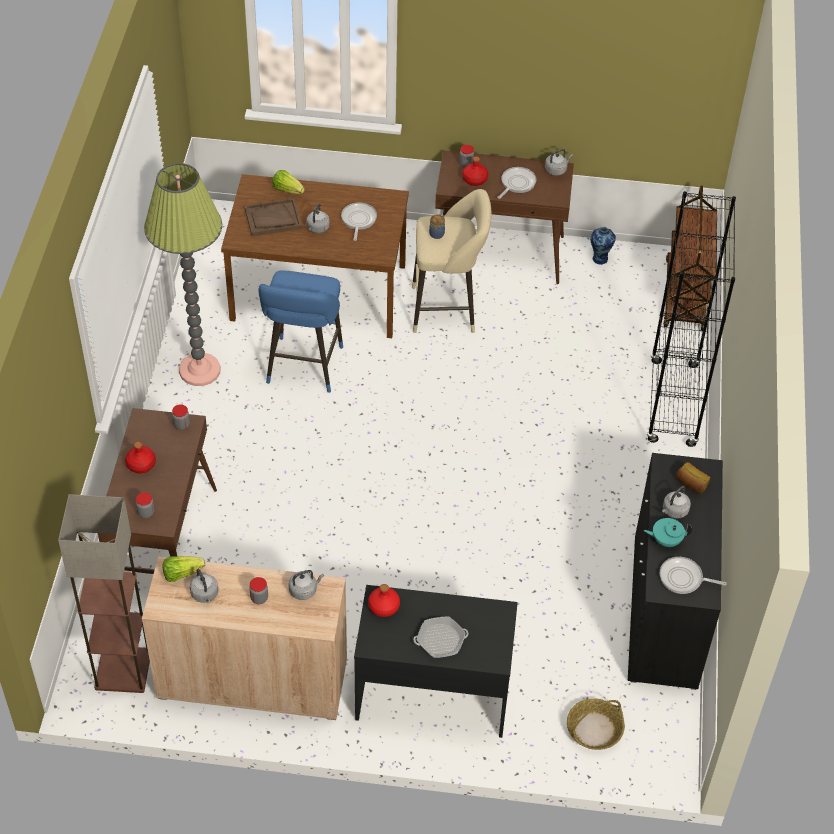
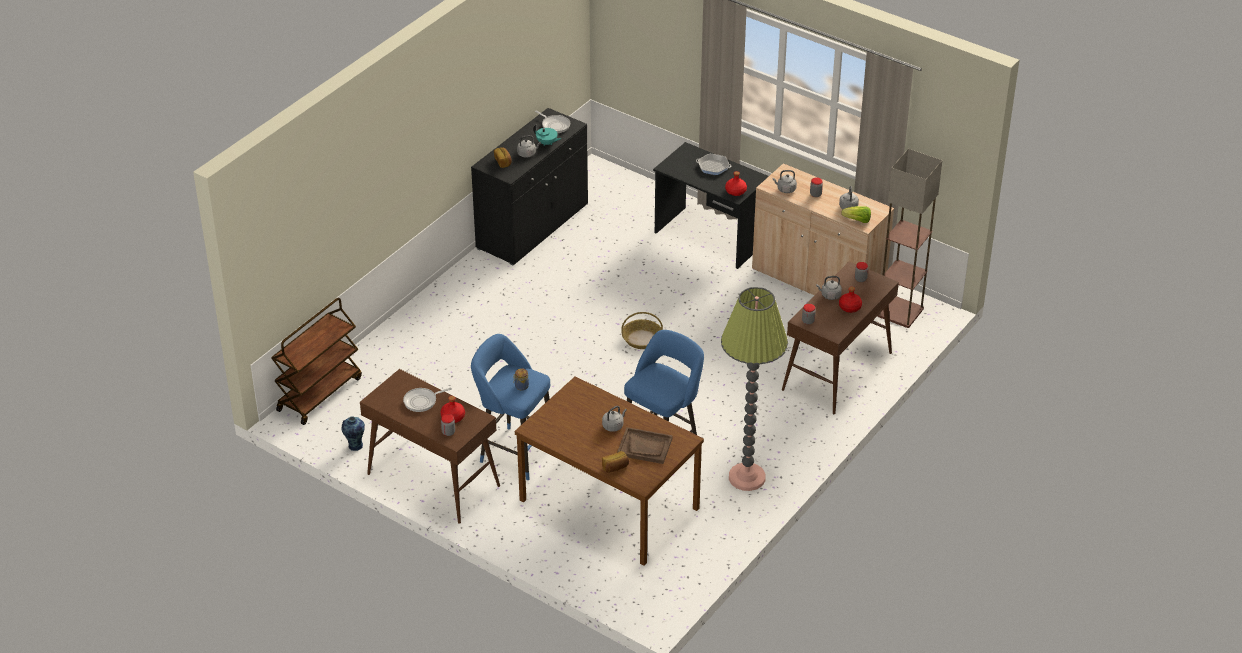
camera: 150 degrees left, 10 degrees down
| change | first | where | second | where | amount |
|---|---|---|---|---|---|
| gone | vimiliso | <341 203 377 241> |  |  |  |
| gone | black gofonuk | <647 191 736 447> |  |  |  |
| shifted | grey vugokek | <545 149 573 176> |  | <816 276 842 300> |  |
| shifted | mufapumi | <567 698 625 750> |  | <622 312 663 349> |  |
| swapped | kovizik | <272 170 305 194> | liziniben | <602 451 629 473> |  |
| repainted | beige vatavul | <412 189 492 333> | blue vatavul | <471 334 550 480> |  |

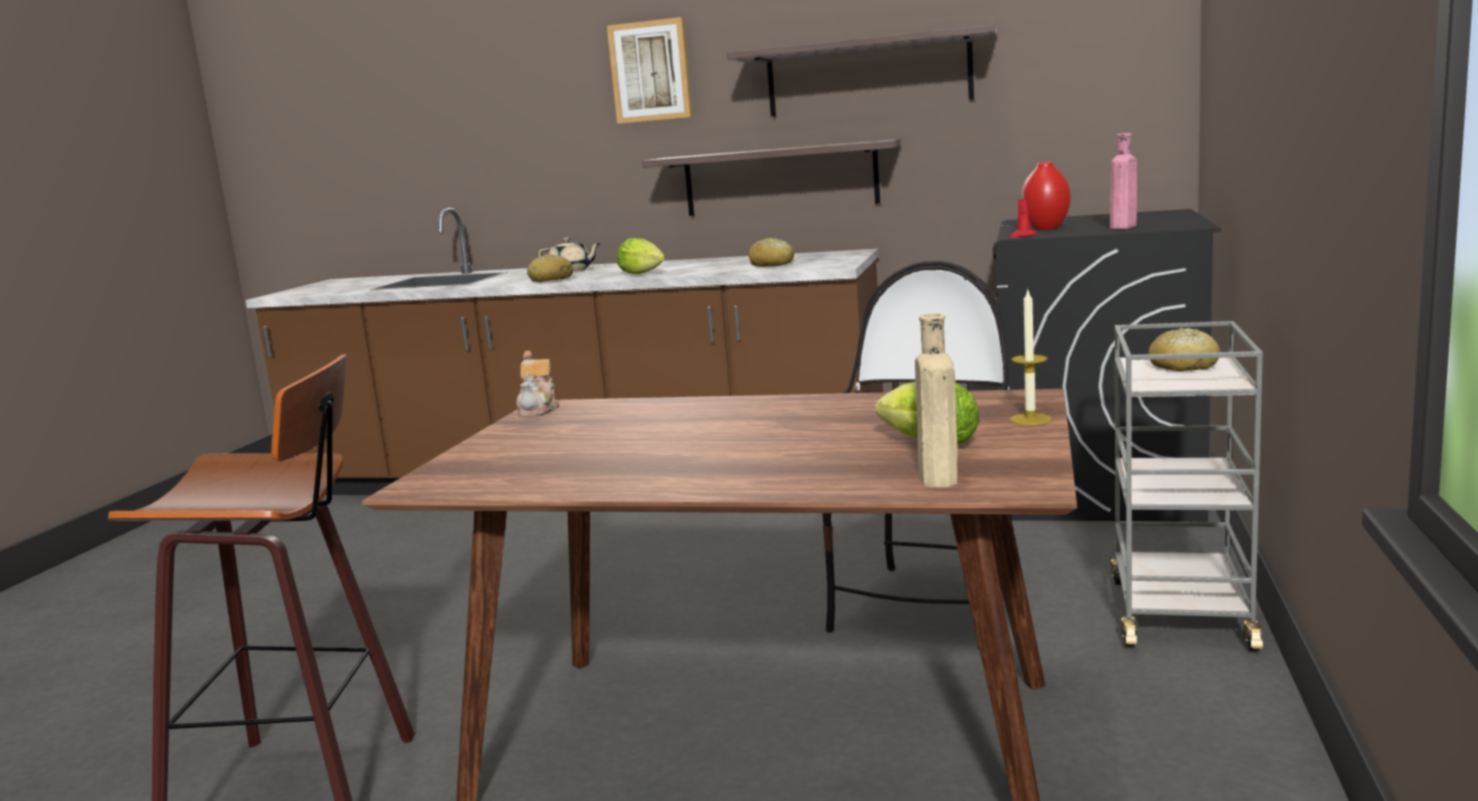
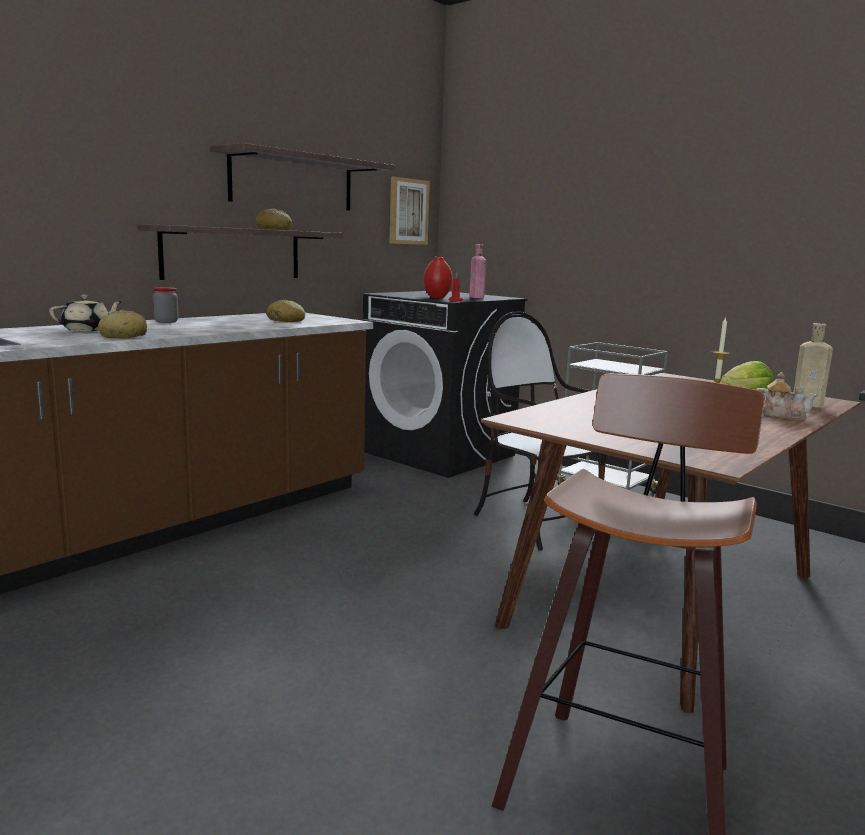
camera: 65 degrees left, 0 degrees up
| change | first | where | second | where | amount |
|---|---|---|---|---|---|
| gone | kovizik | <617 238 664 274> |  |  |  |
| new |  |  | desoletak | <153 287 178 323> |  |
| shifted | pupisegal | <516 350 560 417> |  | <756 372 817 420> |  |
| shifted | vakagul | <607 17 692 124> |  | <390 177 430 245> |  |
| shifted | liziniben | <1148 328 1220 371> |  | <256 208 292 230> |  |

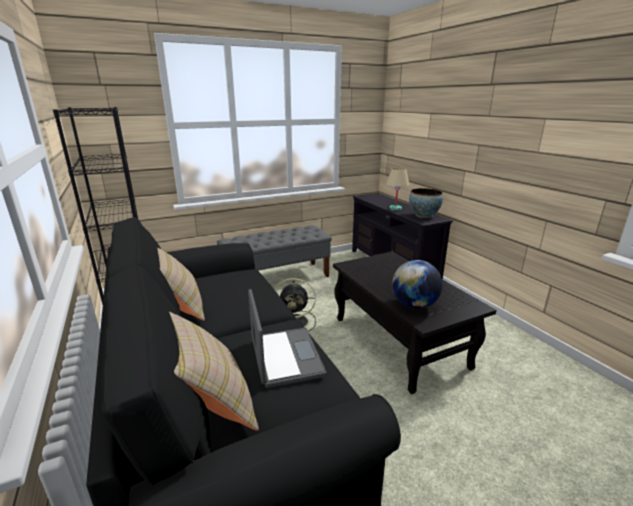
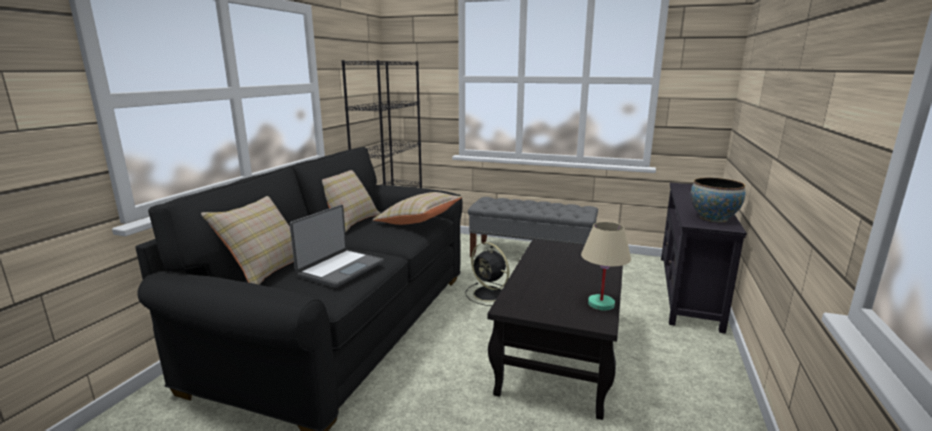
camera: 45 degrees right, 5 degrees down
| change | first | where | second | where | amount |
|---|---|---|---|---|---|
| gone | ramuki | <392 260 443 309> |  |  |  |
| new |  |  | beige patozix | <373 192 462 225> |  |
| shifted | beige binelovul | <386 167 410 211> |  | <581 222 631 311> |  |

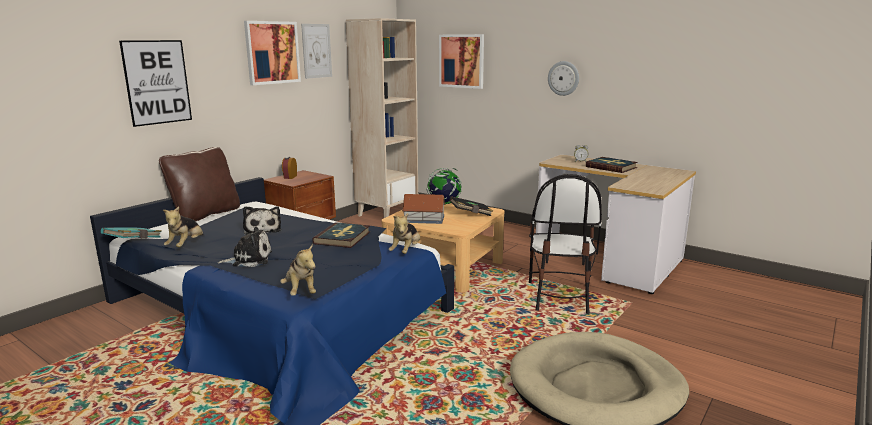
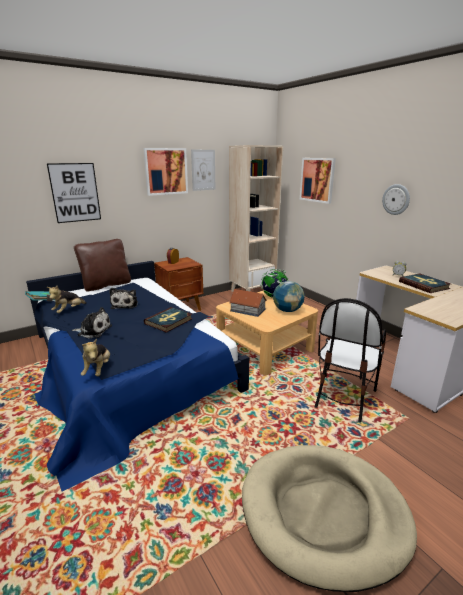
camera: 20 degrees right, 5 degrees up
| change | first | where | second | where | amount |
|---|---|---|---|---|---|
| gone | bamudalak | <389 213 420 254> |  |  |  |
| swapped | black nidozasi | <449 196 493 216> | ramuki | <273 281 304 312> |  |

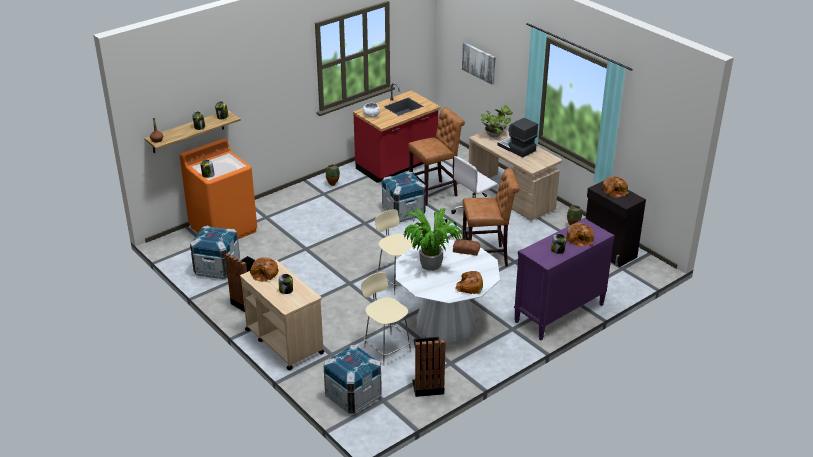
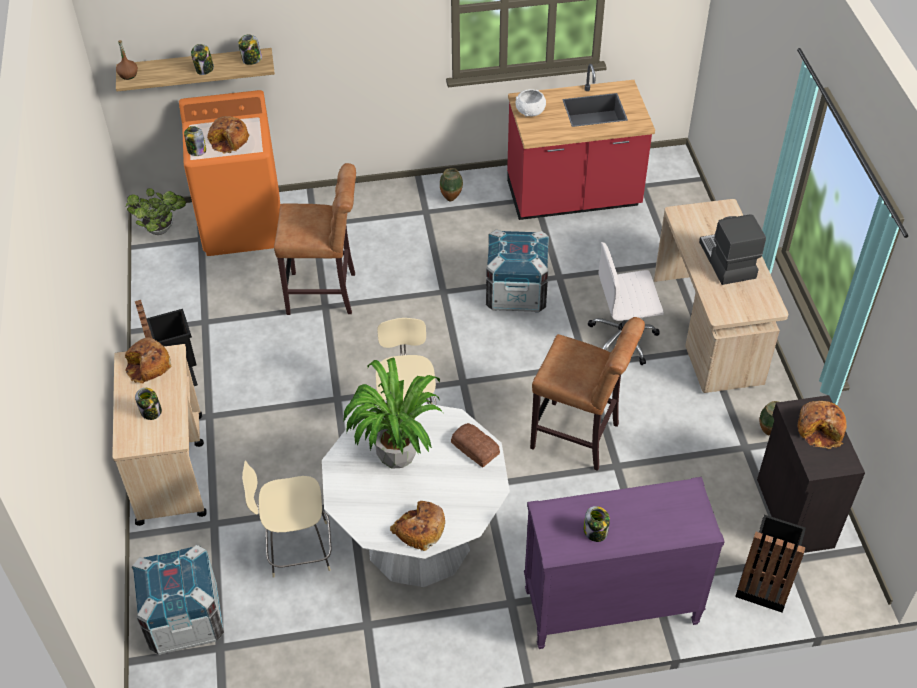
camera: 30 degrees right, 15 degrees up
| change | first | where | second | where | amount |
|---|---|---|---|---|---|
| gone | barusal | <190 226 240 279> |  |  |  |
| gone | vakagul | <462 43 496 85> |  |  |  |
| shifted | brown vatavul | <408 107 465 206> |  | <274 163 356 315> |  |
| shifted | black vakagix | <412 337 446 397> |  | <735 515 806 612> |  |
| shifted | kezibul | <481 105 513 137> |  | <126 188 186 235> |  |
| shifted | liziniben | <567 223 594 247> |  | <207 116 249 154> |  |
| rotated | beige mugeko | <361 272 411 365> |  | <242 461 332 578> | 90 degrees counterclockwise |

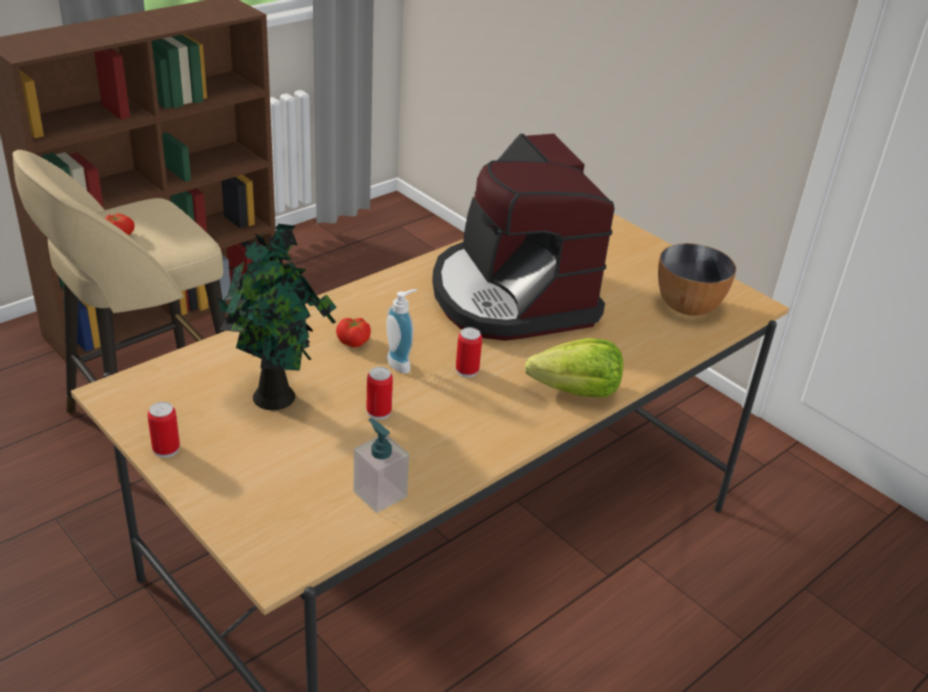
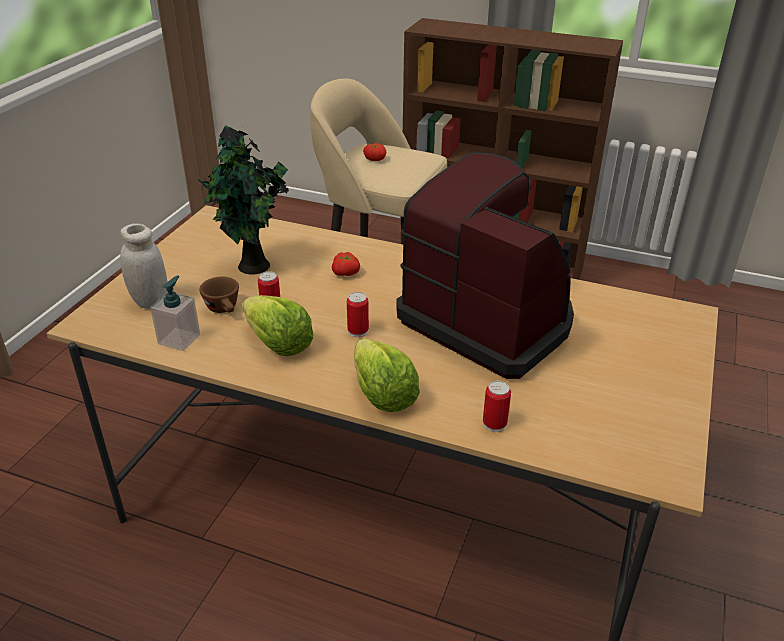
camera: 65 degrees right, 0 degrees up
| change | first | where | second | where | amount |
|---|---|---|---|---|---|
| gone | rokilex | <386 289 417 374> |  |  |  |
| gone | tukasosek | <658 243 736 316> |  |  |  |
| new |  |  | white desoletak | <120 223 167 309> |  |
| new |  |  | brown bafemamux | <200 277 239 313> |  |
| new |  |  | kovizik | <242 295 314 356> |  |
| shifted | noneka | <147 402 180 458> |  | <483 381 511 432> |  |
| rotated | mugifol | <432 134 615 341> |  | <396 152 574 379> | 90 degrees clockwise |

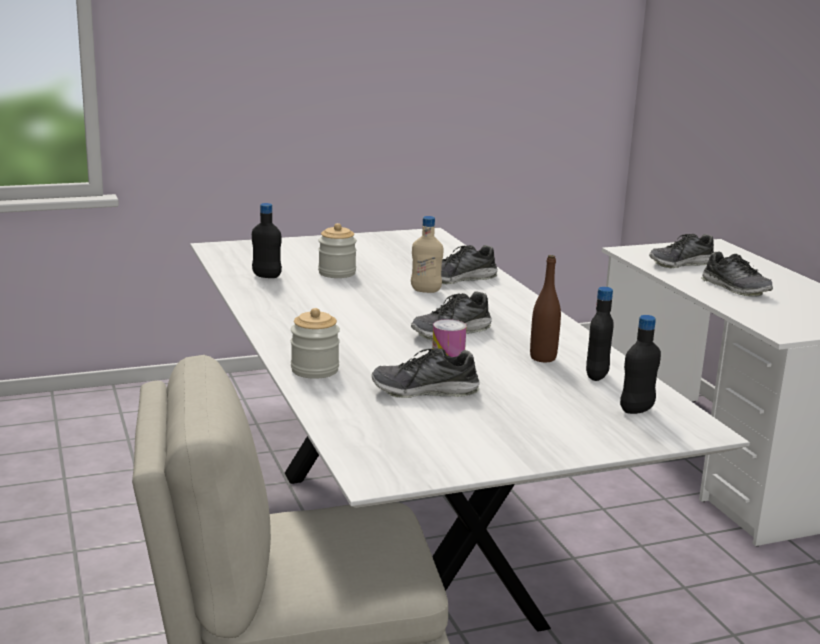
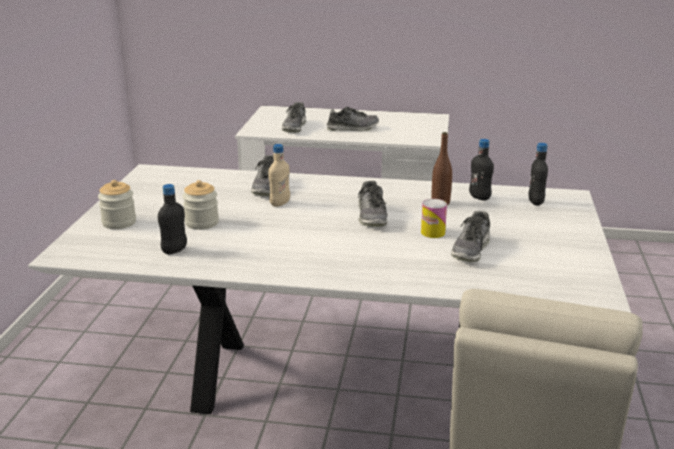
camera: 60 degrees left, 5 degrees up
| change | first | where | second | where | amount |
|---|---|---|---|---|---|
| shifted | desoletak | <291 308 340 379> |  | <98 180 136 229> |  |

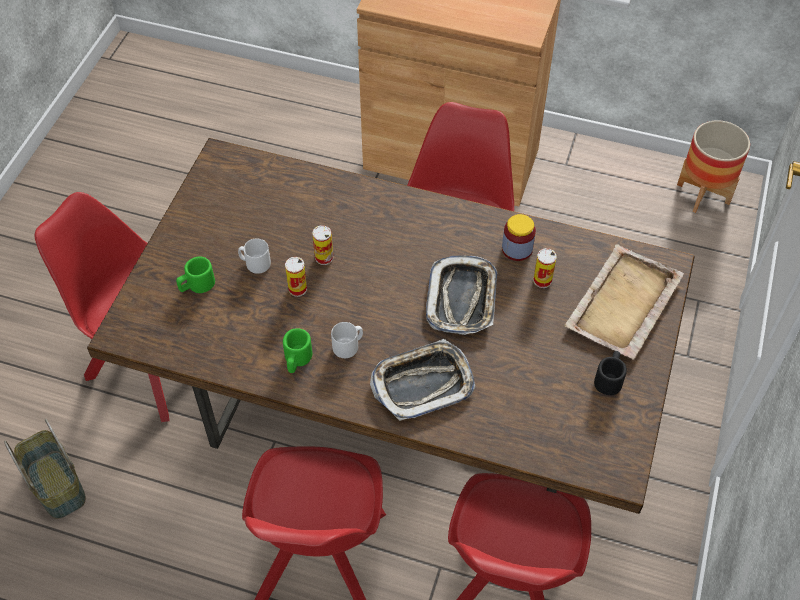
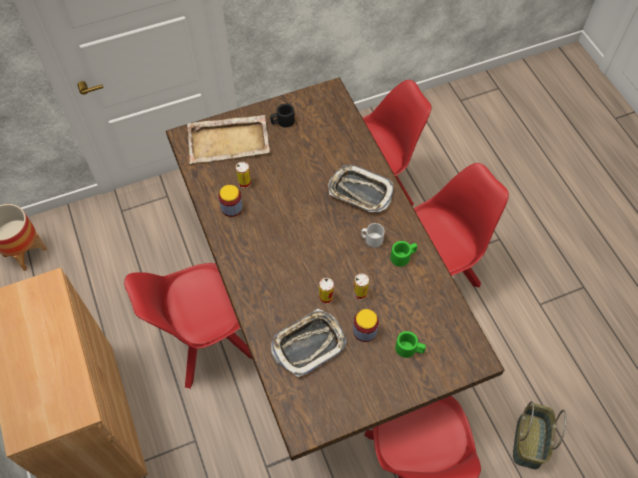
camera: 130 degrees left, 5 degrees up
| change | first | where | second | where | amount |
|---|---|---|---|---|---|
| shifted | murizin | <426 256 497 335> |  | <271 309 347 377> |  |
| swapped | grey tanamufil | <238 238 271 274> | desoletak | <353 309 379 342> |  |

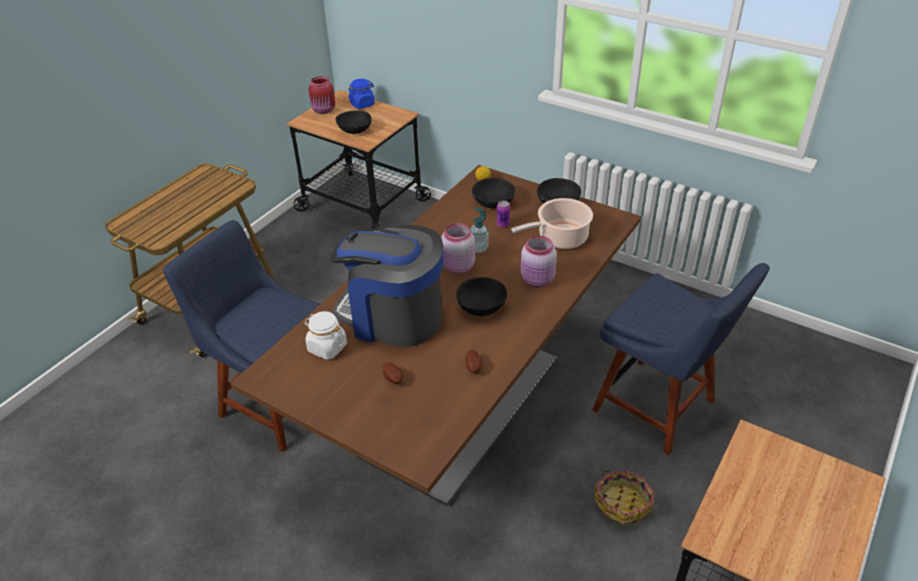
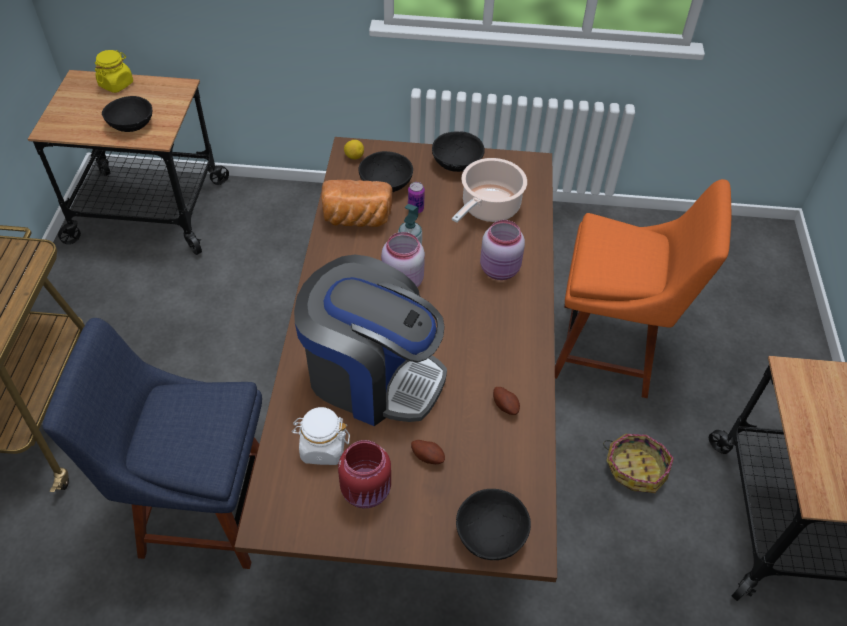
camera: 30 degrees left, 10 degrees up
| change | first | where | second | where | amount |
|---|---|---|---|---|---|
| new |  |  | liziniben | <322 180 393 227> |  |
| shifted | red desoletak | <309 76 335 114> |  | <338 440 391 508> |  |
| shifted | black tukasosek | <456 277 507 316> |  | <456 489 531 560> |  |
| repainted | blue desoletak | <348 79 375 109> | yellow desoletak | <95 50 133 93> |  |
| repainted | blue mugeko | <592 263 770 456> | orange mugeko | <555 179 731 398> |  |
| rotated | mugifol | <330 225 443 347> |  | <294 255 447 426> | 150 degrees counterclockwise |

